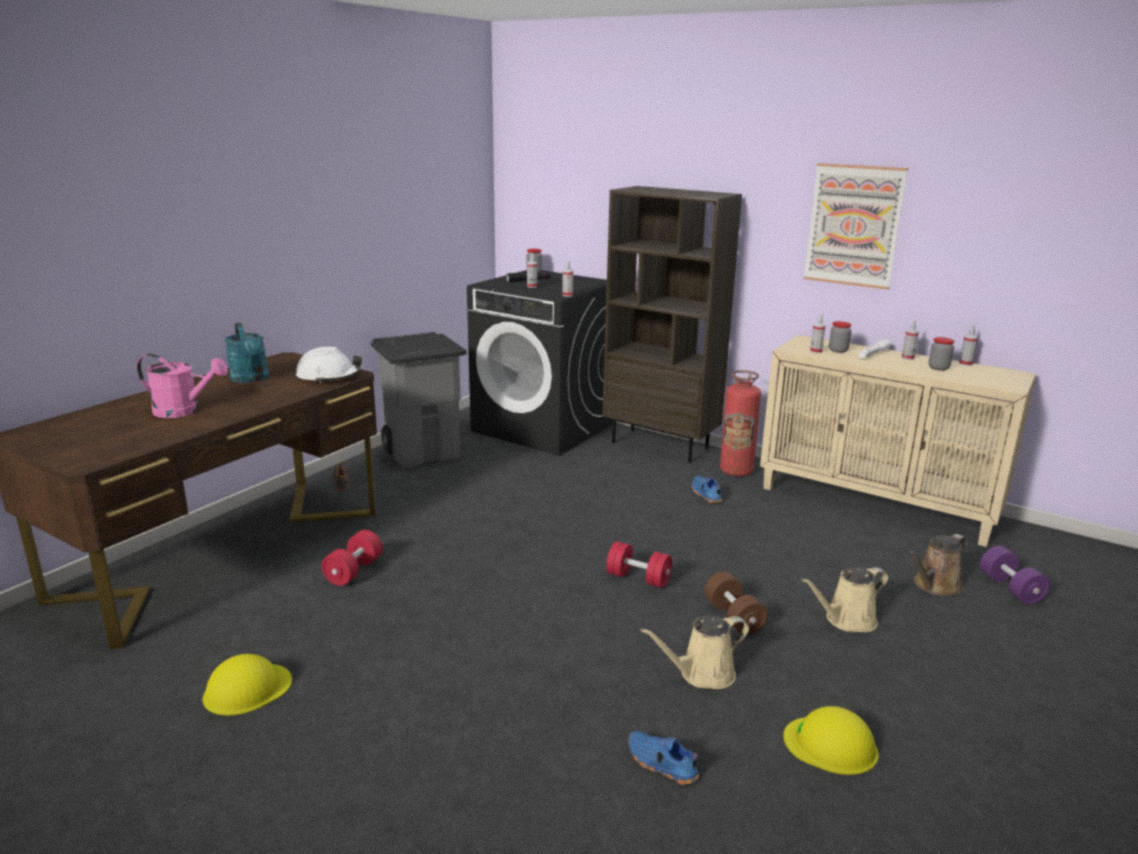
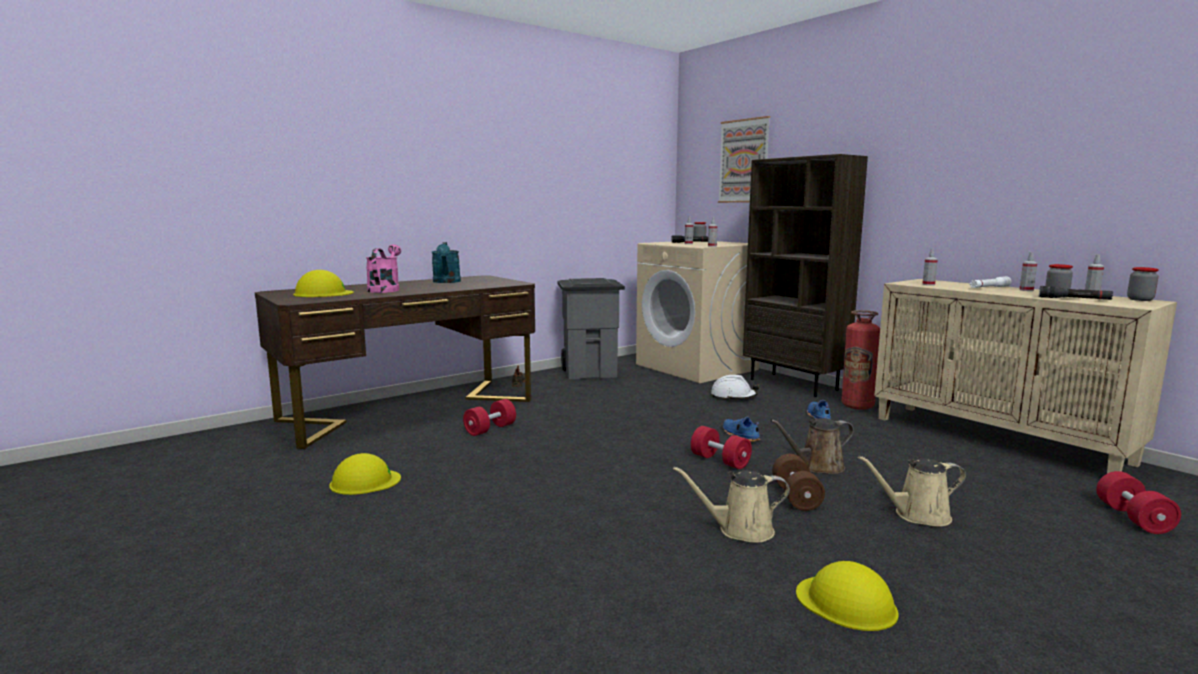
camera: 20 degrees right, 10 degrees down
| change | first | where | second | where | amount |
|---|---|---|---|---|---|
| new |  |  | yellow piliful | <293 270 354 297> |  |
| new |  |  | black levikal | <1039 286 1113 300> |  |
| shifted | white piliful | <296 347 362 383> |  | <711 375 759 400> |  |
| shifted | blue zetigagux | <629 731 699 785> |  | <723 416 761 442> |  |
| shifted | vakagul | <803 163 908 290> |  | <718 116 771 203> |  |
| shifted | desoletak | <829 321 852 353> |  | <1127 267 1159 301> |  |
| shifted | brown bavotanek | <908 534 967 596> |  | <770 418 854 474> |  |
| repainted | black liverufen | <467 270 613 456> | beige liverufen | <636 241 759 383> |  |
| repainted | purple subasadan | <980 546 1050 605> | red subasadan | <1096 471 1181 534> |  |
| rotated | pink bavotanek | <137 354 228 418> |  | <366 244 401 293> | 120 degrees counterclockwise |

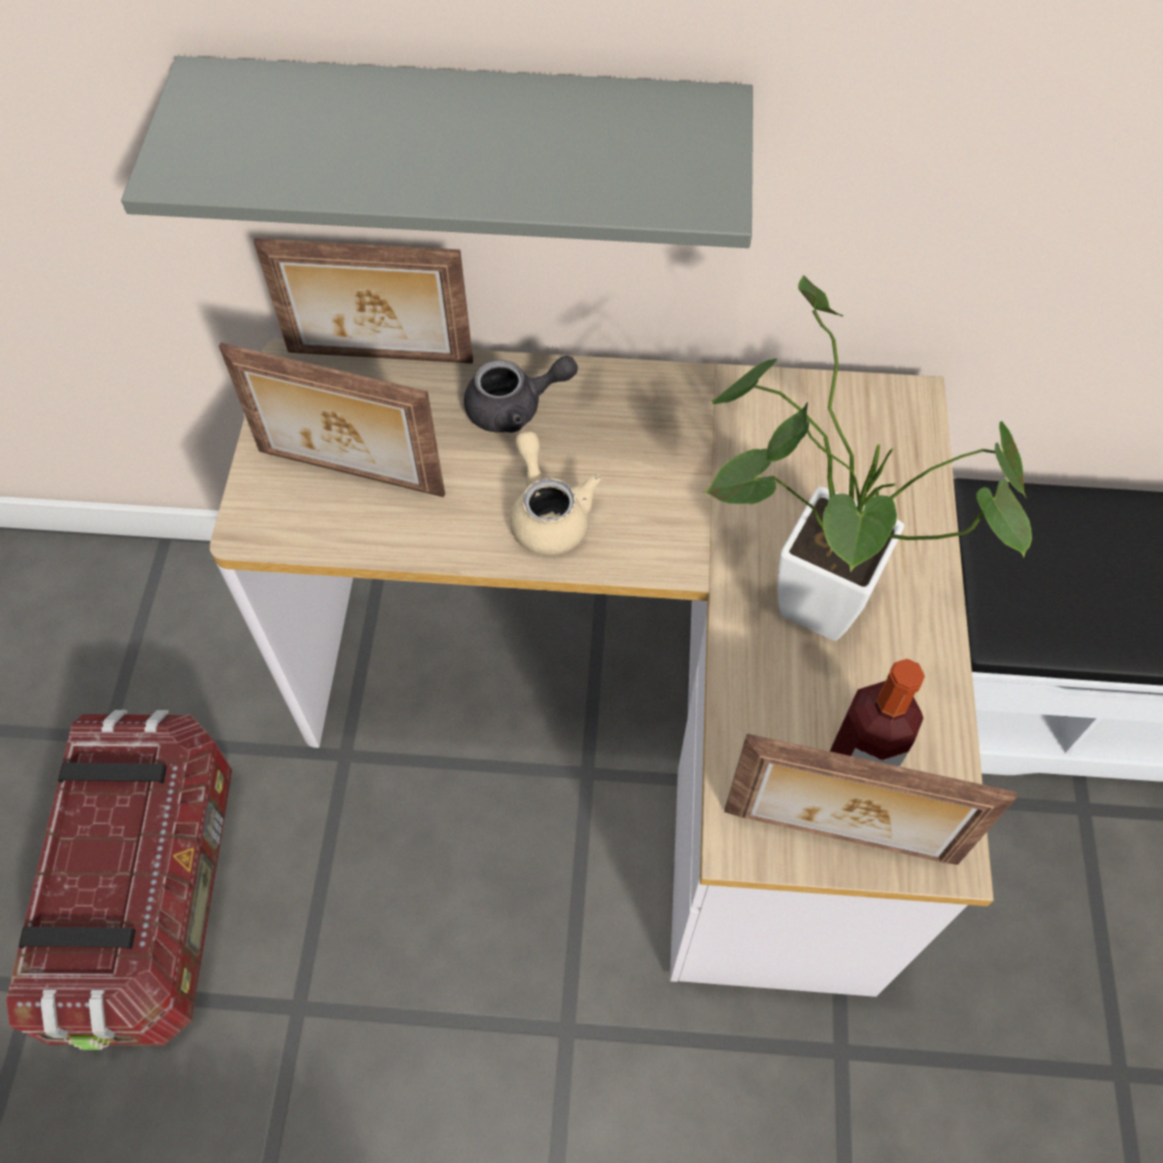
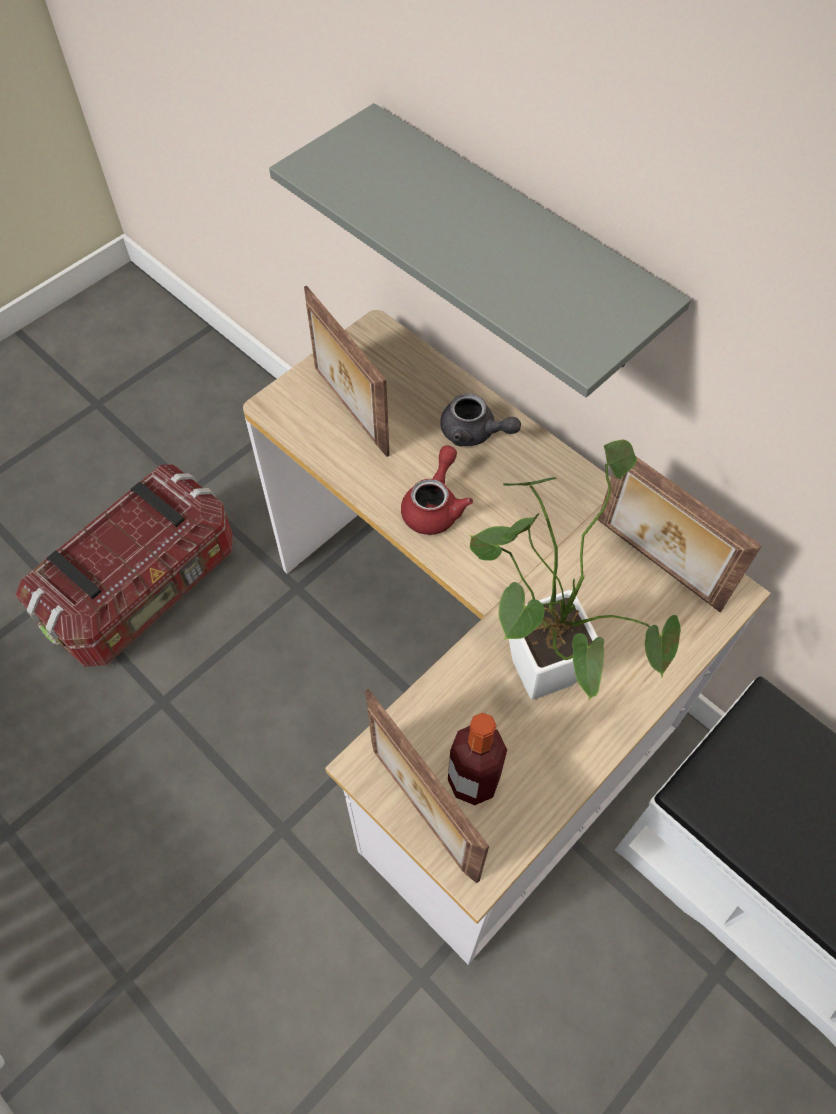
camera: 40 degrees right, 0 degrees up
| change | first | where | second | where | amount |
|---|---|---|---|---|---|
| shifted | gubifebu | <254 238 473 364> |  | <598 457 762 612> |  |
| repainted | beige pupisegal | <510 431 602 556> | red pupisegal | <401 445 473 535> |  |

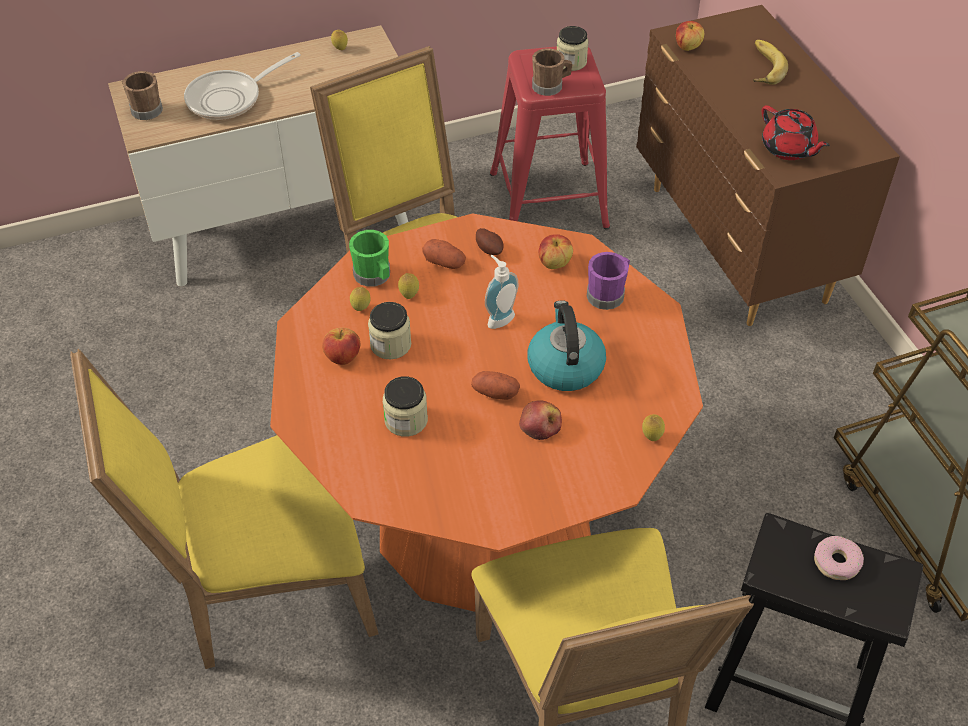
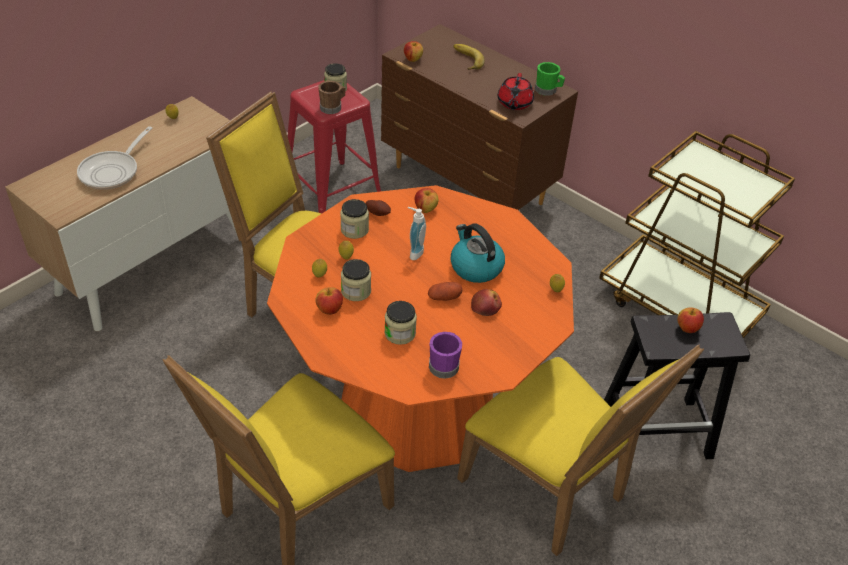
camera: 30 degrees left, 5 degrees down
| change | first | where | second | where | amount |
|---|---|---|---|---|---|
| gone | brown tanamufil | <122 71 163 120> |  |  |  |
| shifted | green tanamufil | <349 230 390 287> |  | <535 62 565 96> |  |
| shifted | purple tanamufil | <587 252 630 310> |  | <429 332 462 379> |  |
| swapped | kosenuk | <422 239 466 269> | desoletak | <340 199 369 239> |  |
| swapped | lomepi | <814 536 864 580> | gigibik | <677 307 704 333> |  |
| rotated | red pupisegal | <762 105 830 160> |  | <498 73 534 110> | 75 degrees clockwise |

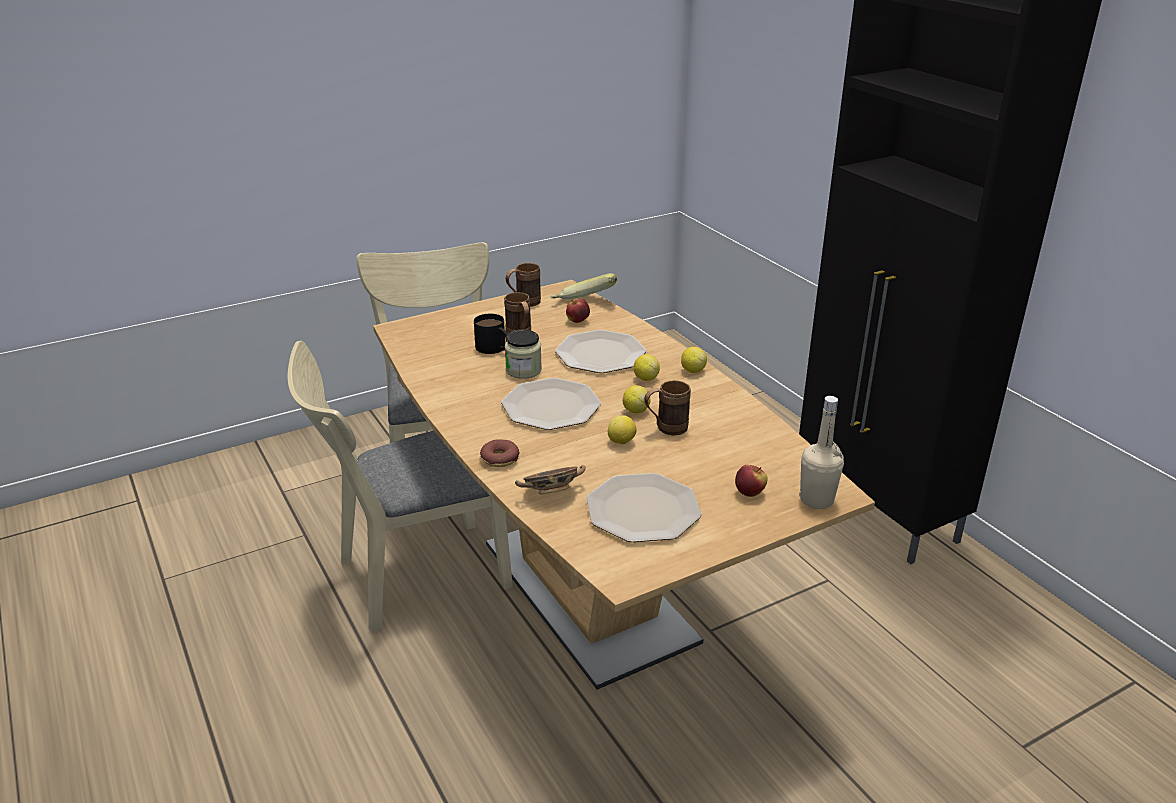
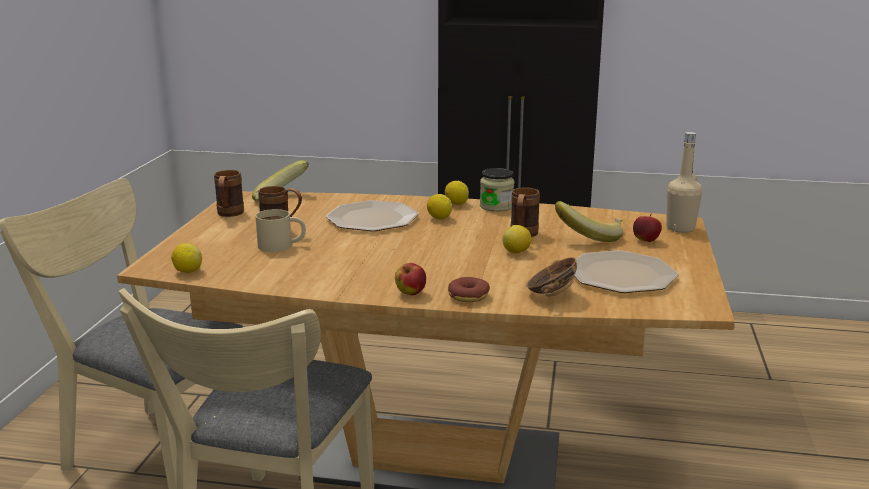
camera: 50 degrees left, 10 degrees down
| change | first | where | second | where | amount |
|---|---|---|---|---|---|
| gone | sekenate | <501 378 601 430> |  |  |  |
| new |  |  | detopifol | <555 201 623 242> |  |
| shifted | desoletak | <505 329 542 379> |  | <480 168 514 212> |  |
| shifted | gigibik | <566 299 590 323> |  | <395 263 426 295> |  |
| shifted | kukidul | <623 385 650 413> |  | <171 243 202 273> |  |
| repainted | black tanamufil | <474 314 508 354> | beige tanamufil | <255 209 306 252> |  |

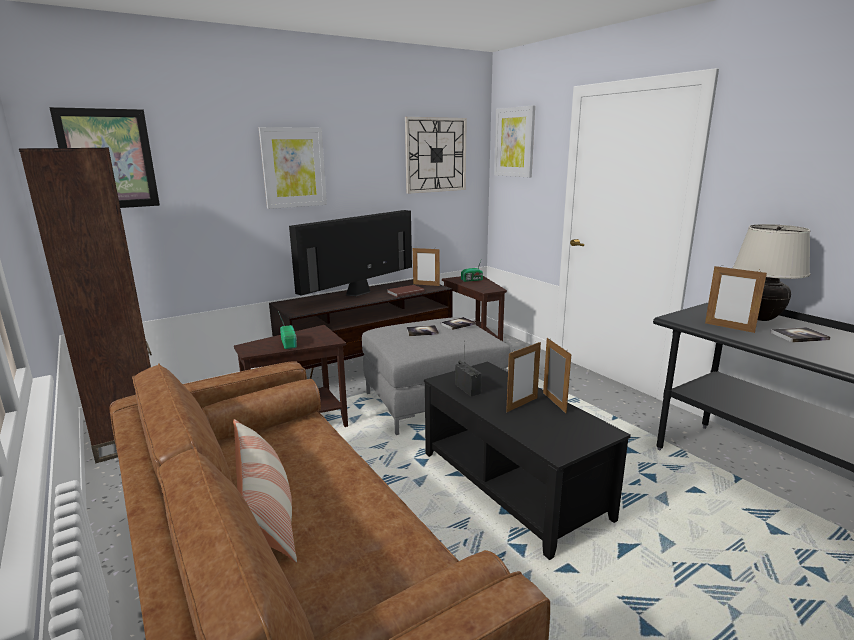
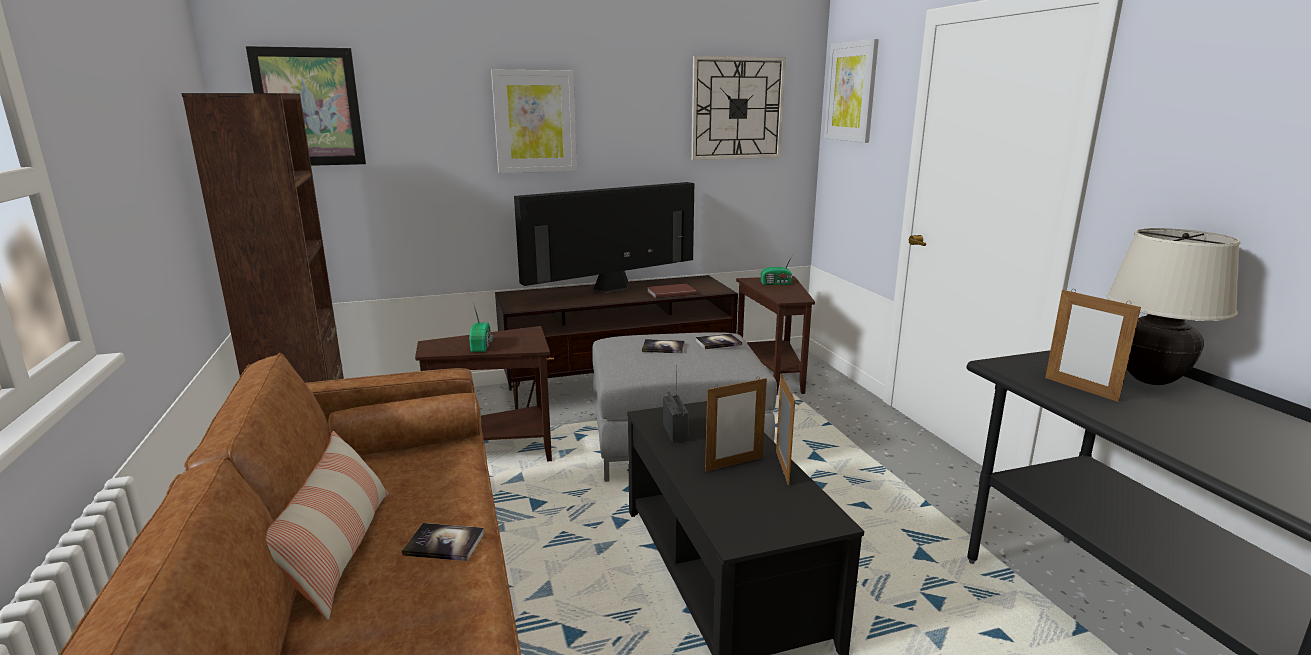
camera: 15 degrees right, 0 degrees up
| change | first | where | second | where | amount |
|---|---|---|---|---|---|
| gone | gubifebu | <413 248 440 286> |  |  |  |
| shifted | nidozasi | <770 327 830 343> |  | <402 523 485 561> |  |

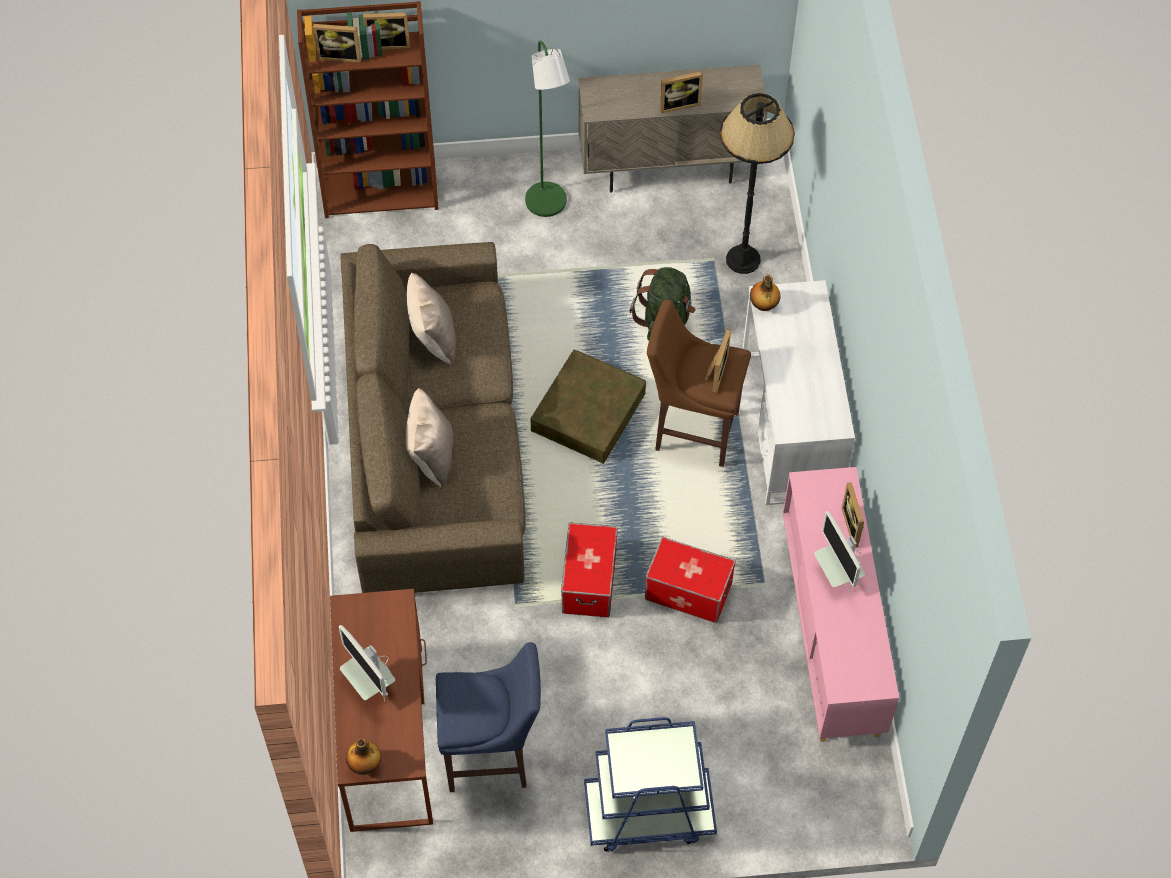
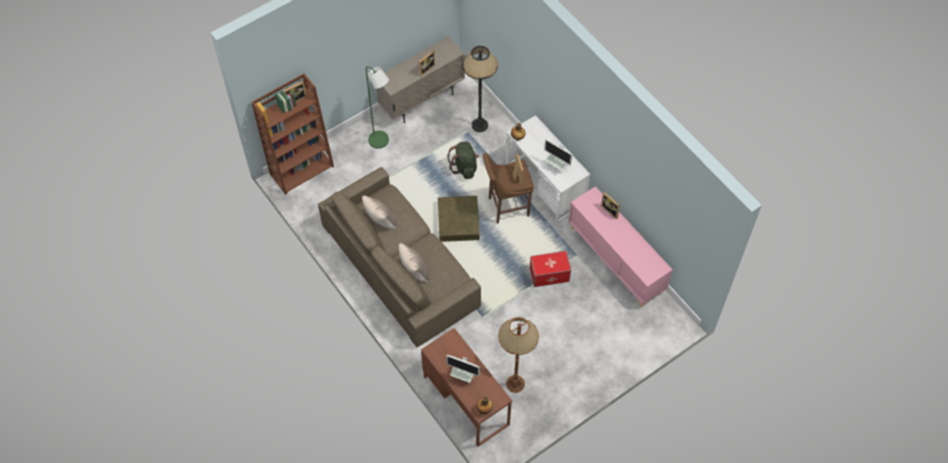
camera: 30 degrees left, 0 degrees up
| change | first | where | second | where | amount |
|---|---|---|---|---|---|
| gone | gubifebu | <313 24 361 63> |  |  |  |
| gone | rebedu | <561 523 618 618> |  |  |  |
| gone | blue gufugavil | <584 717 717 852> |  |  |  |
| shifted | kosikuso | <814 511 865 593> |  | <544 139 572 170> |  |
| swapped | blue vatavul | <436 642 541 792> | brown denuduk | <498 317 539 393> |  |

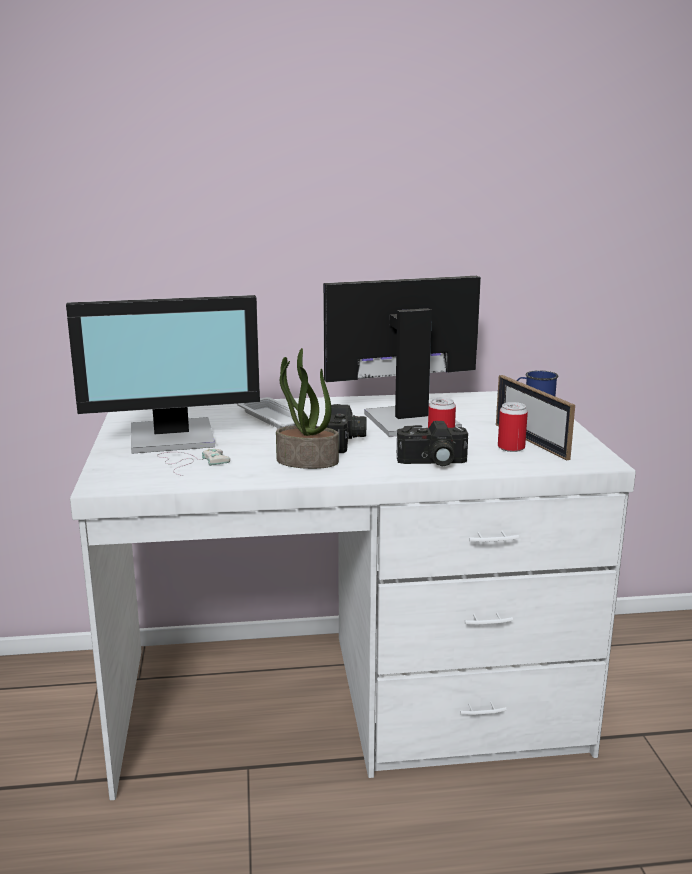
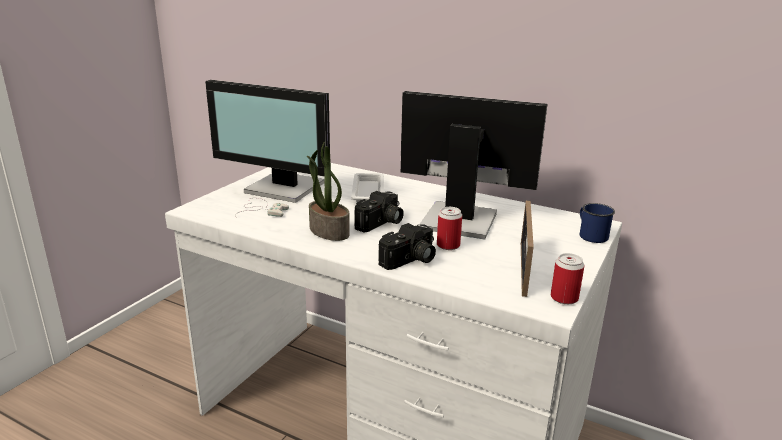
camera: 35 degrees right, 5 degrees up
| change | first | where | second | where | amount |
|---|---|---|---|---|---|
| shifted | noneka | <498 402 528 452> |  | <551 253 584 304> |  |
| rotated | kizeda | <397 421 468 466> |  | <379 223 436 270> | 75 degrees counterclockwise |

